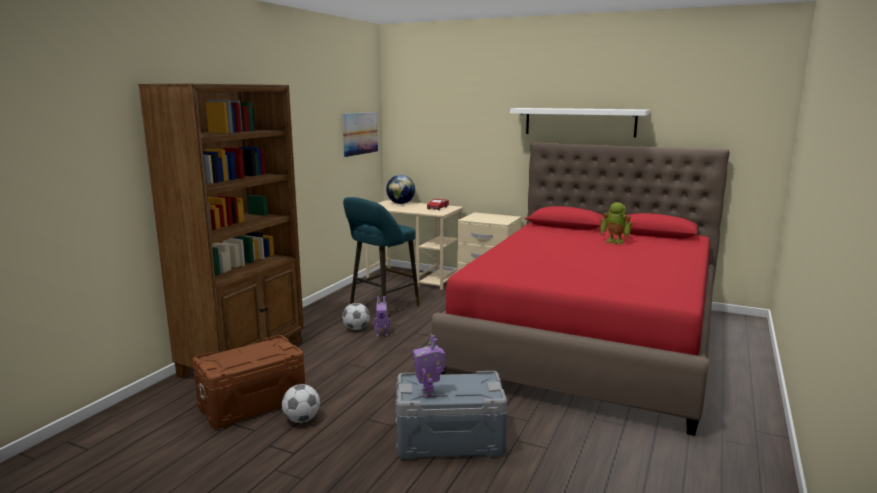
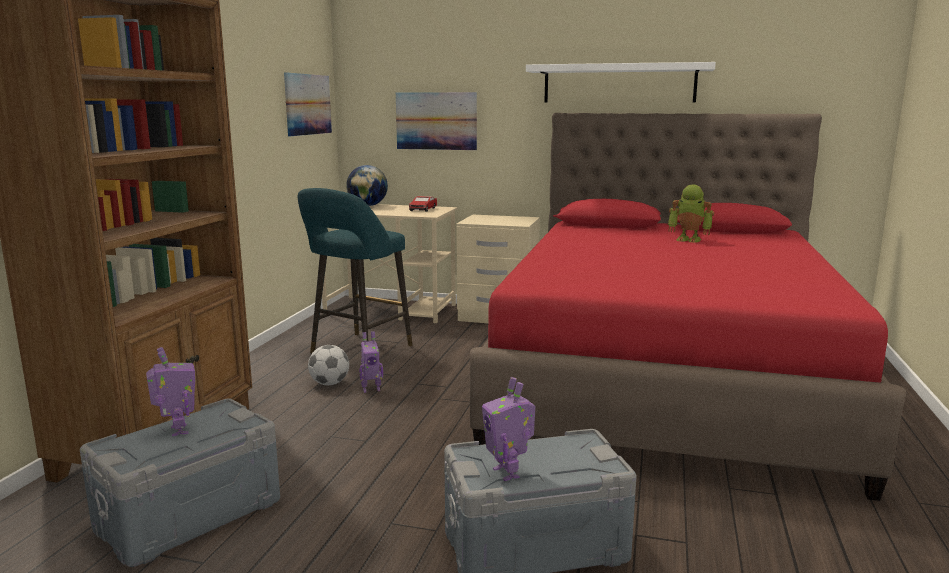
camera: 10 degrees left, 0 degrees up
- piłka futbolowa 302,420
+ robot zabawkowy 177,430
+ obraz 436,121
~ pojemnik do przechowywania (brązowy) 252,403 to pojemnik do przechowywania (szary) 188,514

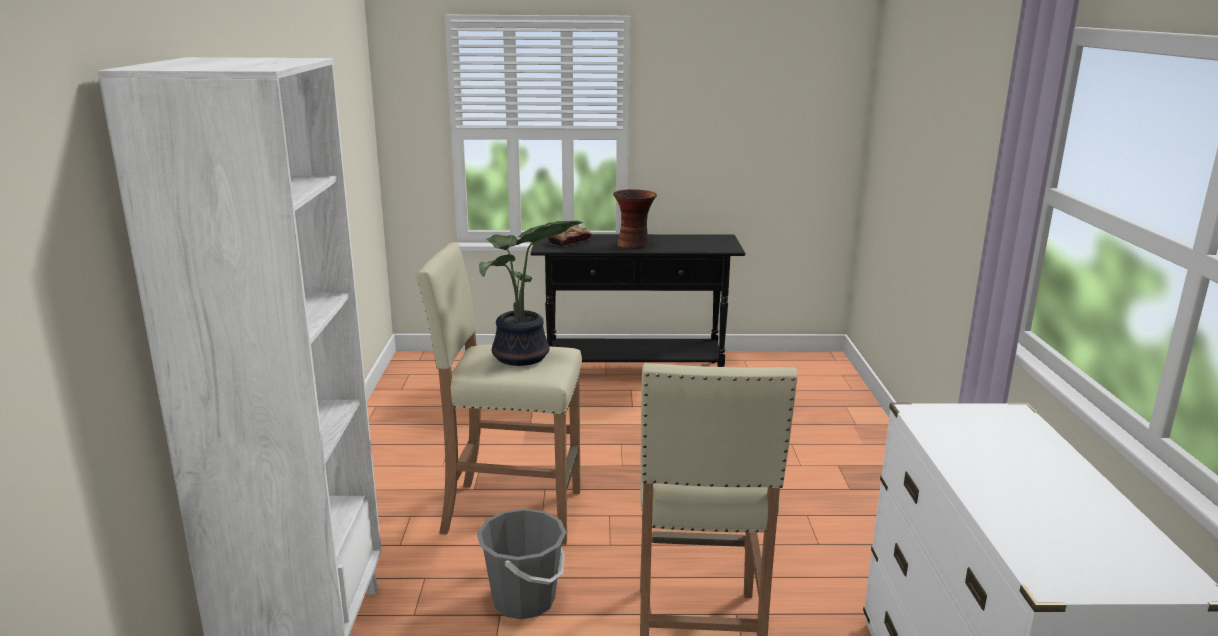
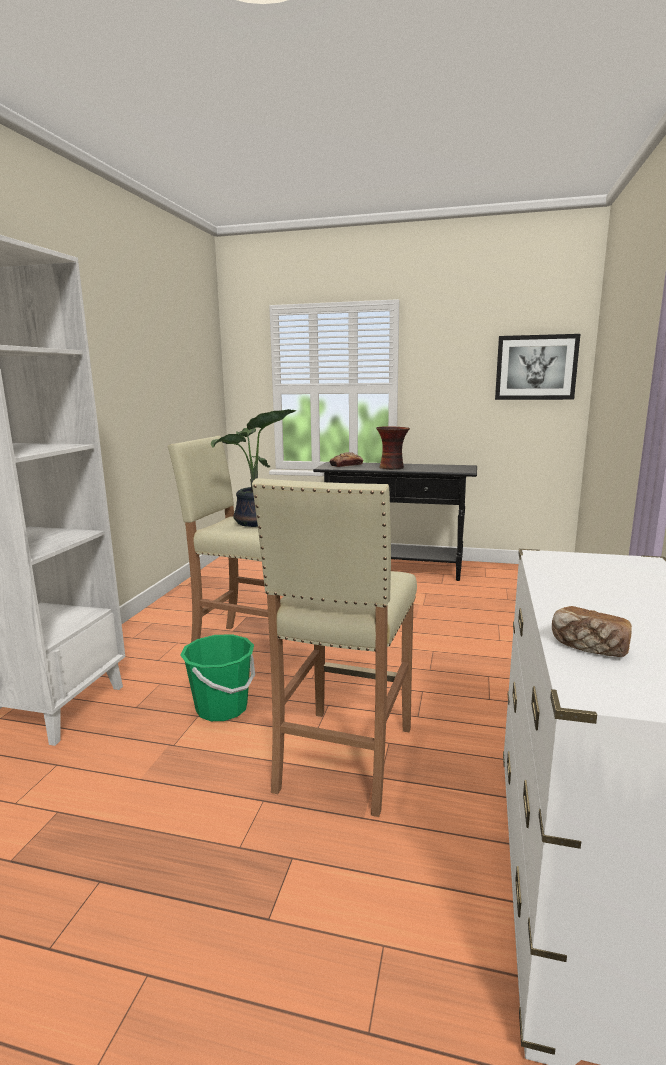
camera: 15 degrees right, 5 degrees down
+ obraz 536,367
+ chleb 589,648
~ wiadro (szary) 524,600 to wiadro (zielony) 222,708

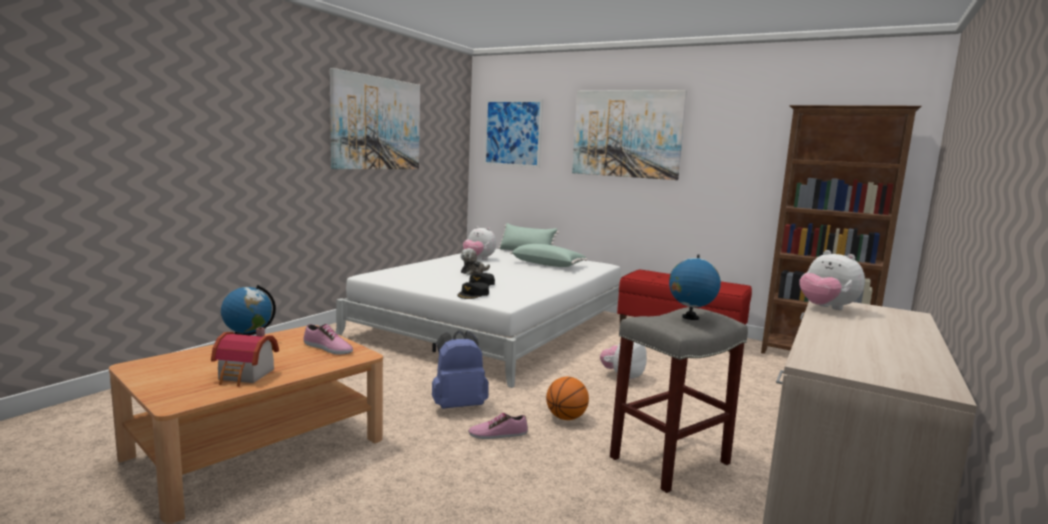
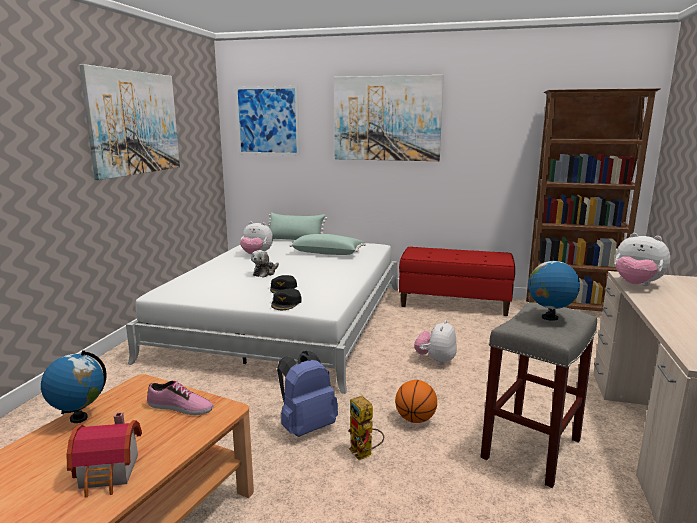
camera: 15 degrees left, 5 degrees up
~ but 498,434 to robot zabawkowy 365,454

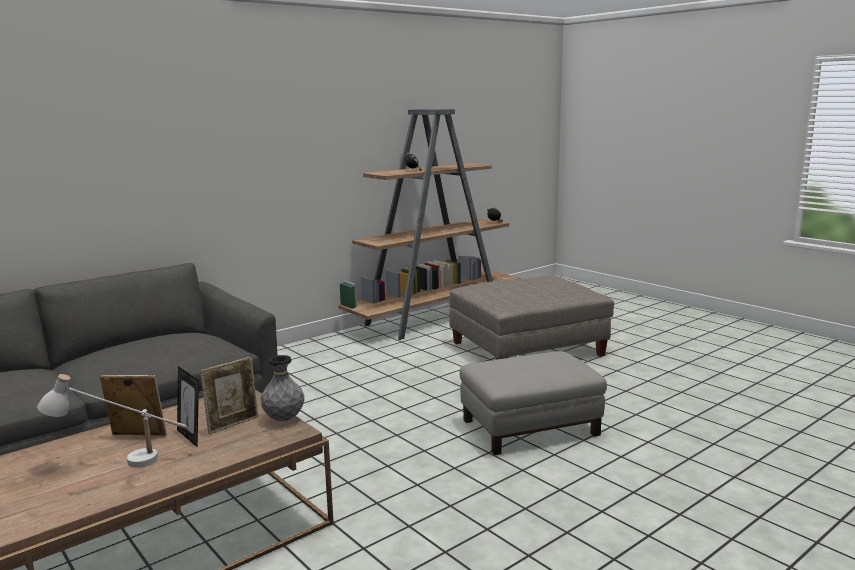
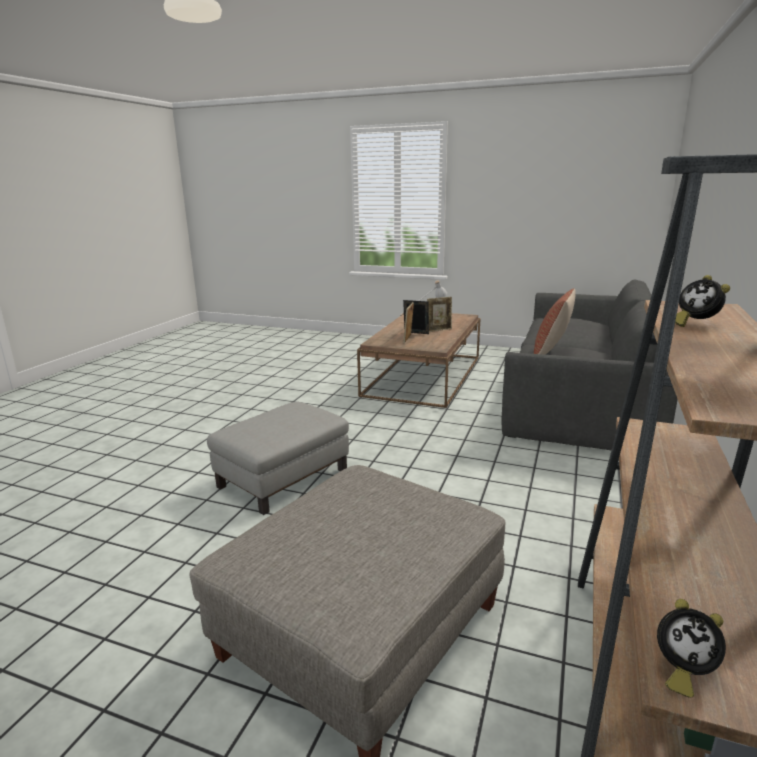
camera: 150 degrees right, 5 degrees up
- wazon (szary) 284,419
+ poduszka 551,353

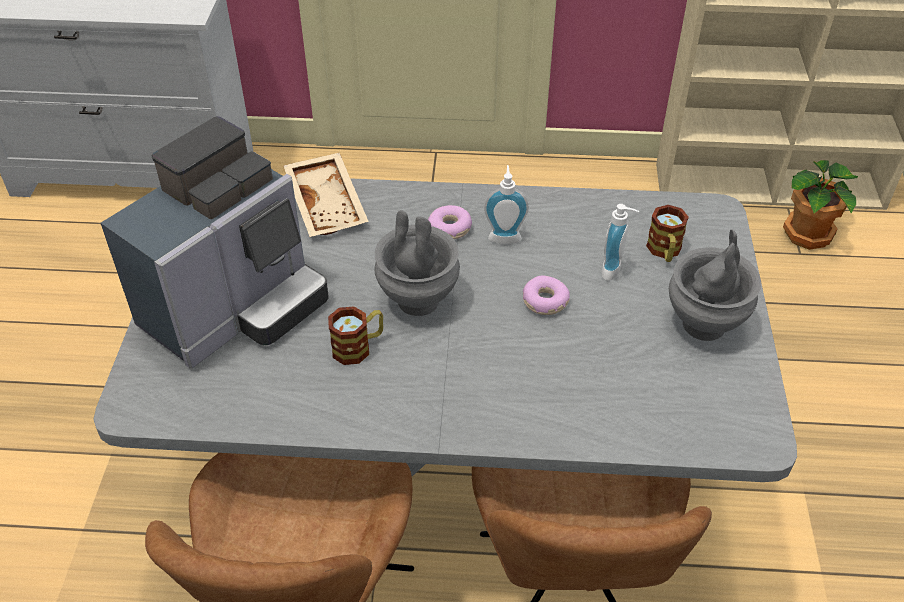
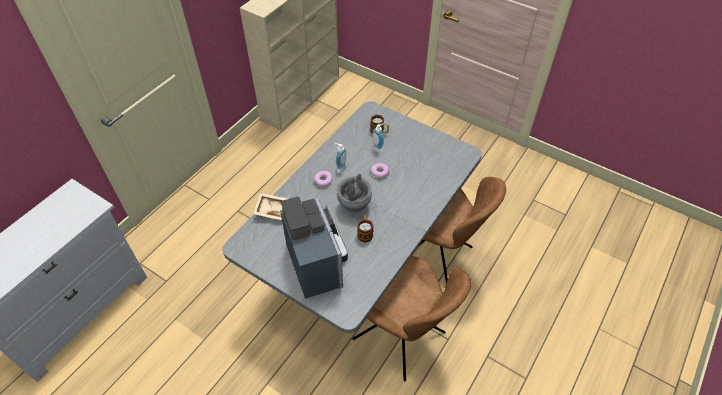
camera: 60 degrees left, 5 degrees up
- wazon (szary) 704,326
- roślina doniczkowa 809,235

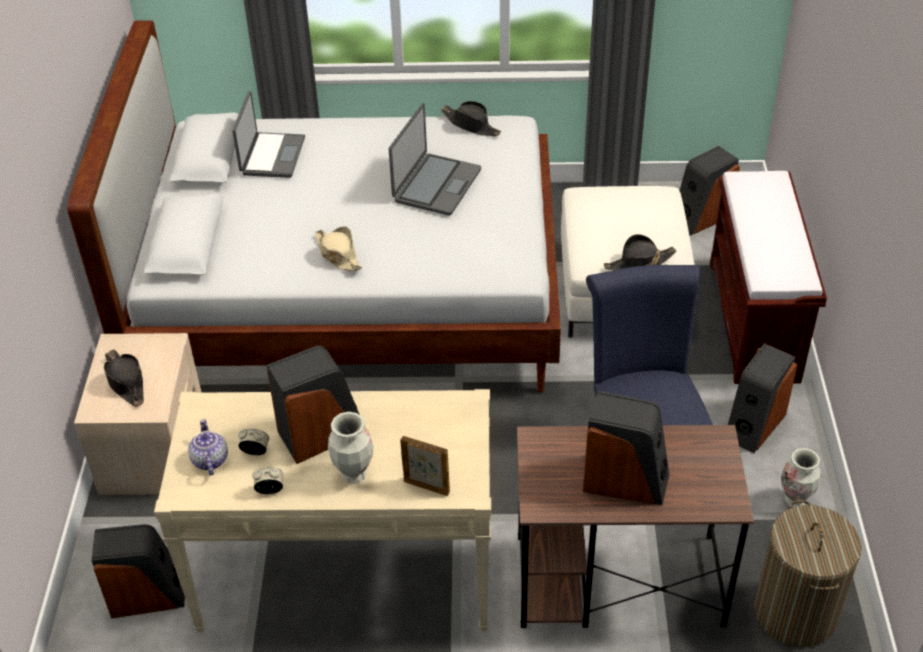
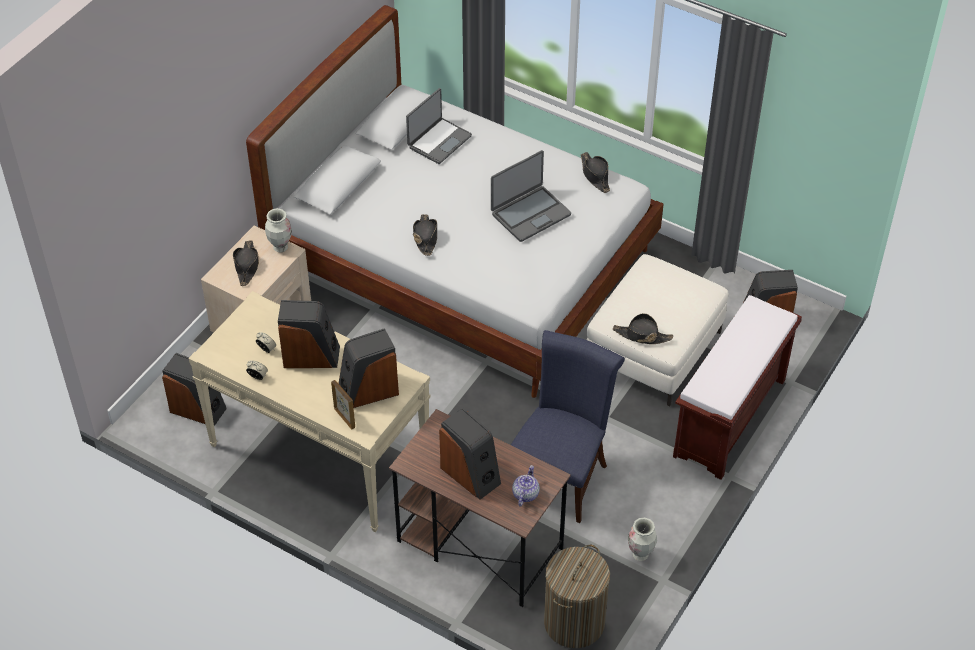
camera: 30 degrees right, 5 degrees up
~ imbryk 209,460 to 525,494
~ wazon 353,475 to 280,247
~ głośnik 754,425 to 368,391
~ kapelusz (beżowy) 337,254 to kapelusz (czarny) 425,237

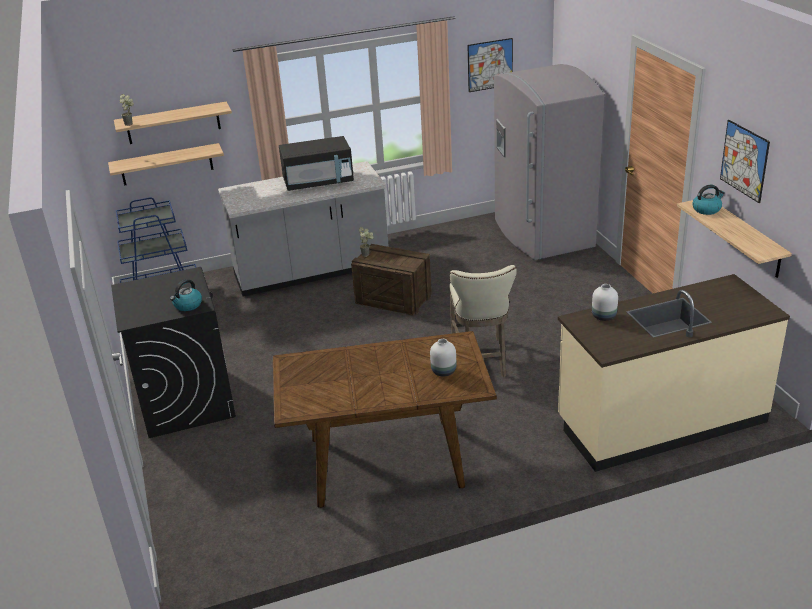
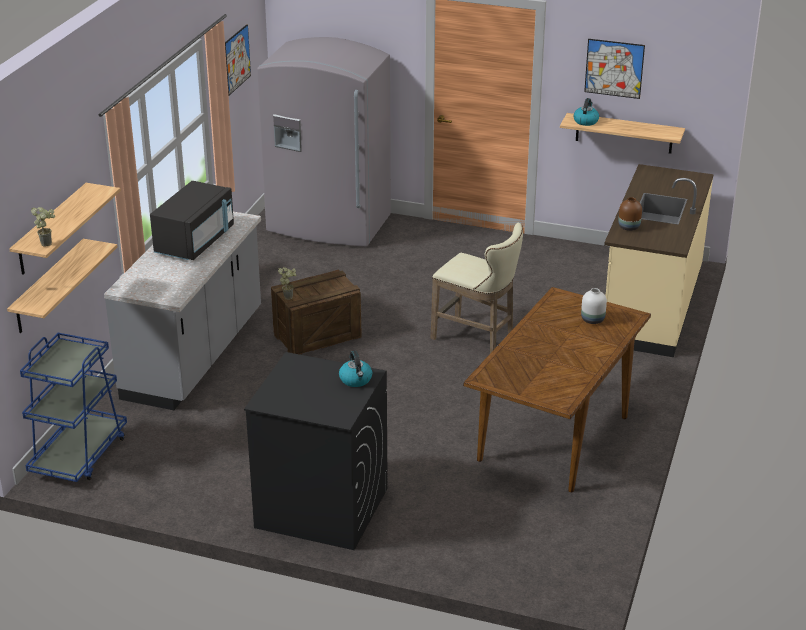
camera: 55 degrees left, 0 degrees up
~ wazon (biały) 604,316 to wazon (brązowy) 629,227

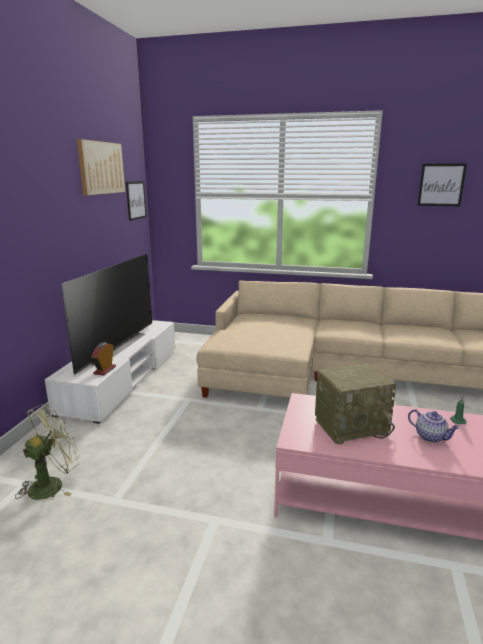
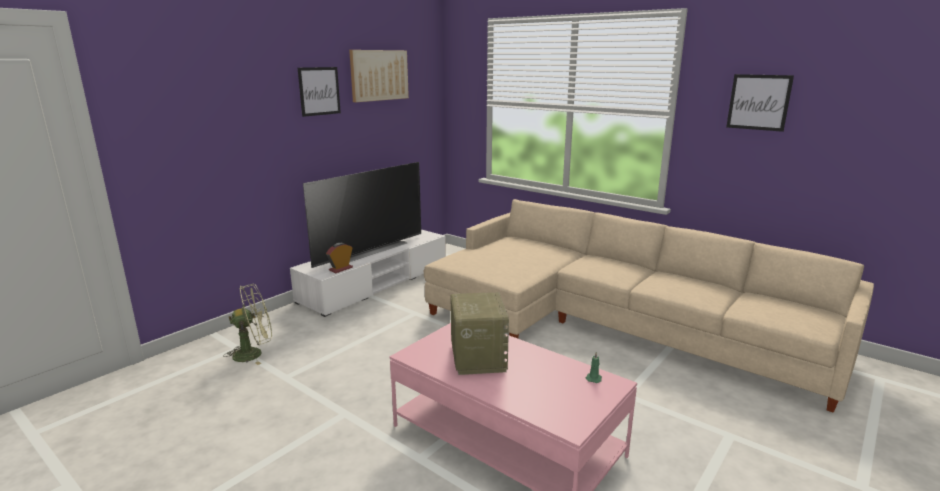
camera: 25 degrees right, 0 degrees up
- imbryk 431,437
~ obraz 136,200 to 319,91
~ radio 351,426 = 477,356 105 degrees counterclockwise

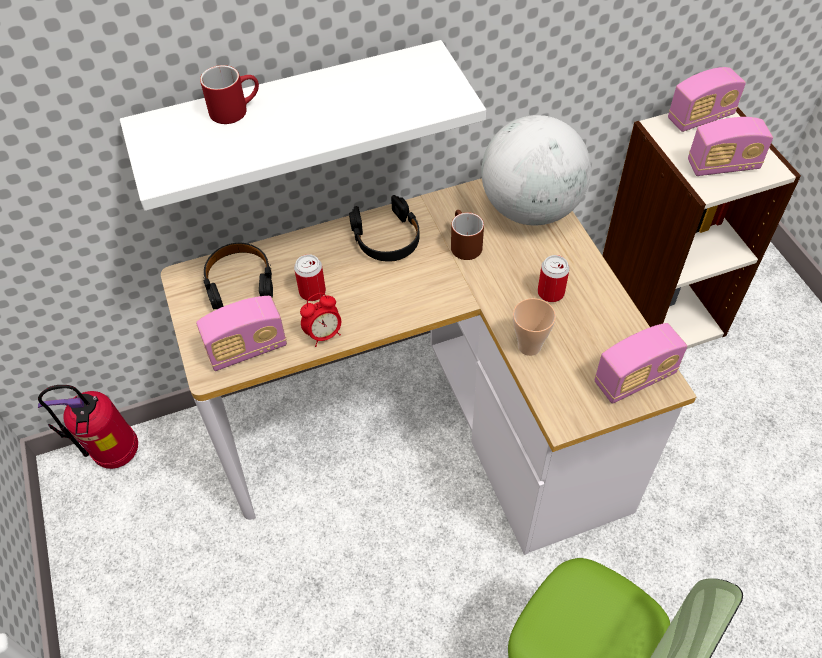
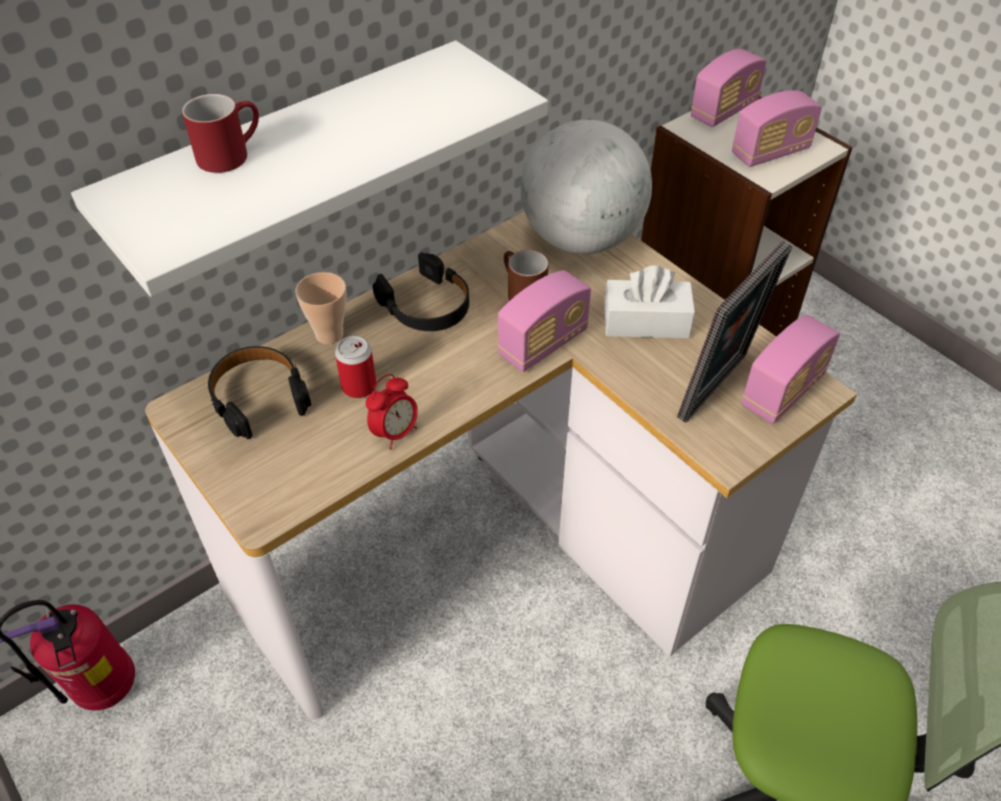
camera: 20 degrees left, 5 degrees down
+ ramka na zdjęcie 718,389
~ radio 247,349 to 543,344
~ filiżanka 529,346 to 329,334
~ puszka 550,292 to pudełko chusteczek (biały) 646,322

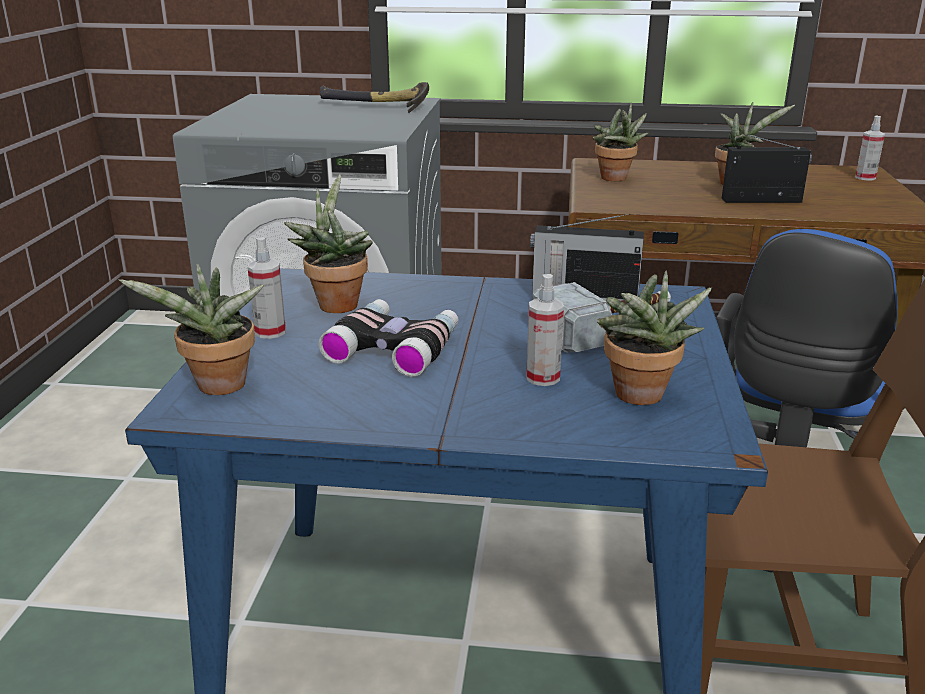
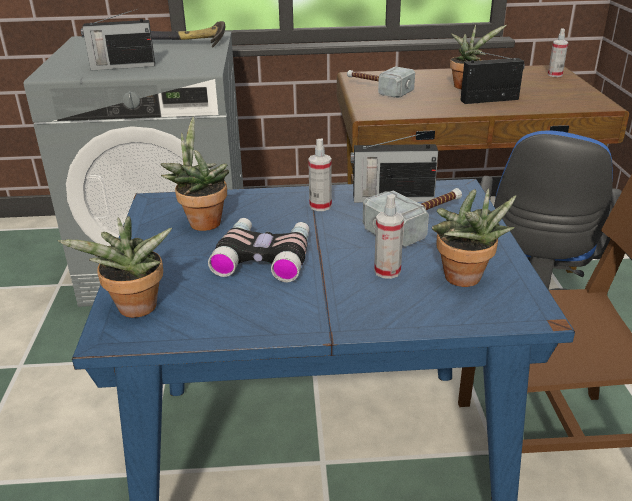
camera: 10 degrees left, 5 degrees up
+ radio 122,66
~ spryskiwacz 270,332 to 320,206
~ roślina doniczkowa 616,179 to młotek 377,89

